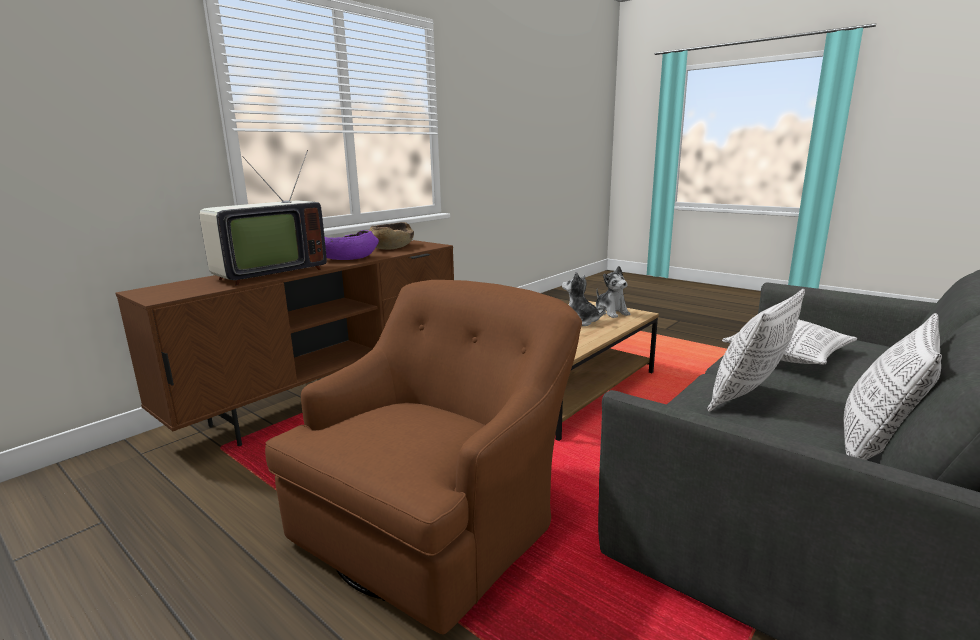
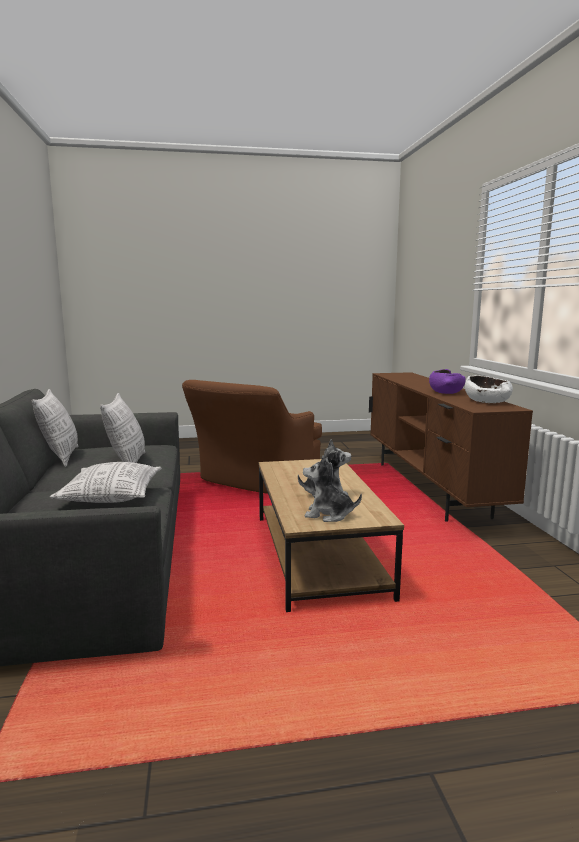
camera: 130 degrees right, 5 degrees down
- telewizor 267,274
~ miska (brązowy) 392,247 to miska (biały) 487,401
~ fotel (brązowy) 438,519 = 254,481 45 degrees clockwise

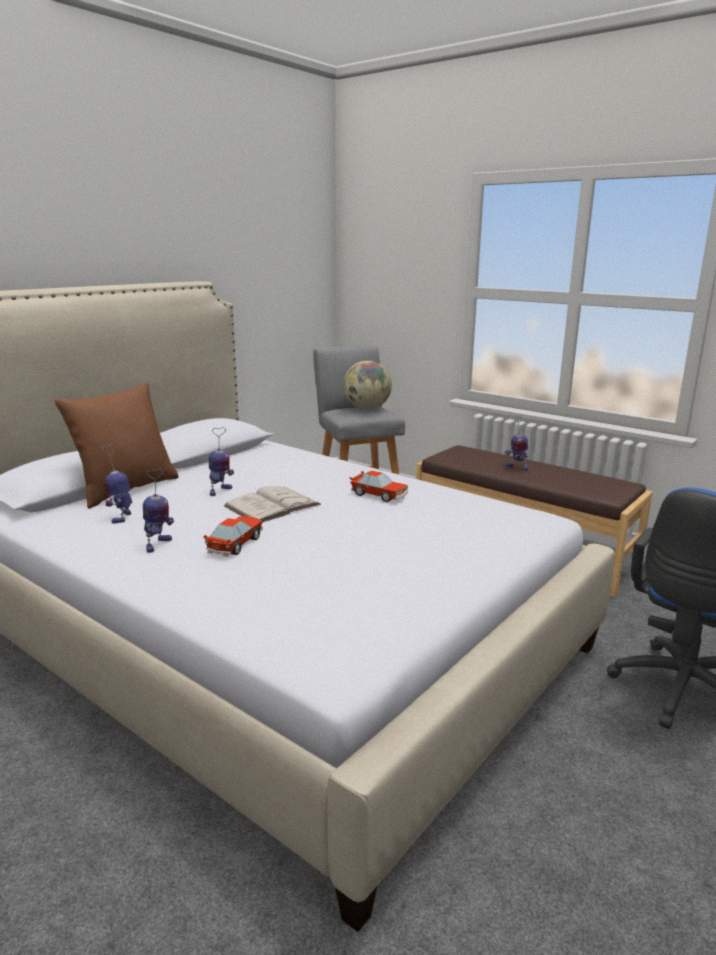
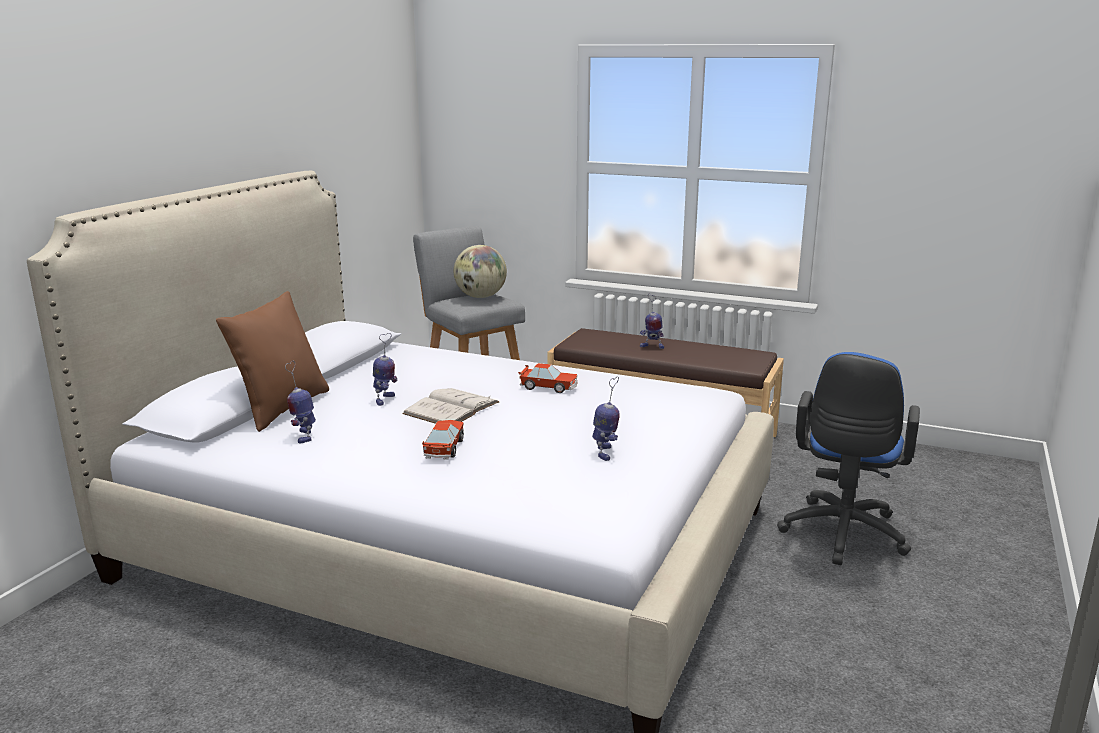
camera: 15 degrees left, 0 degrees up
~ robot zabawkowy 158,545 to 605,453

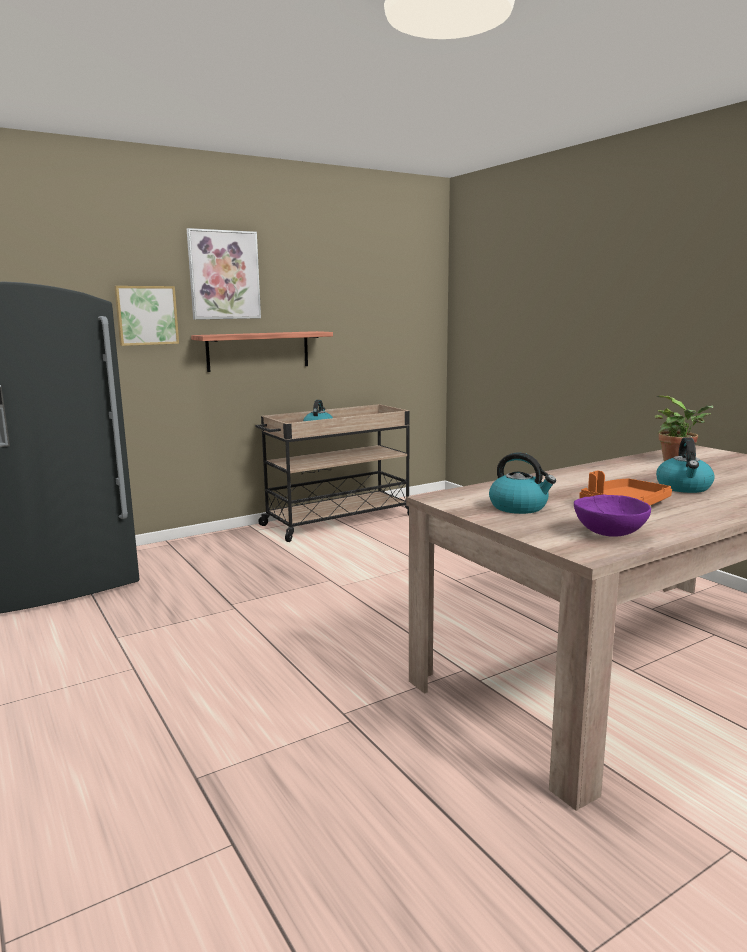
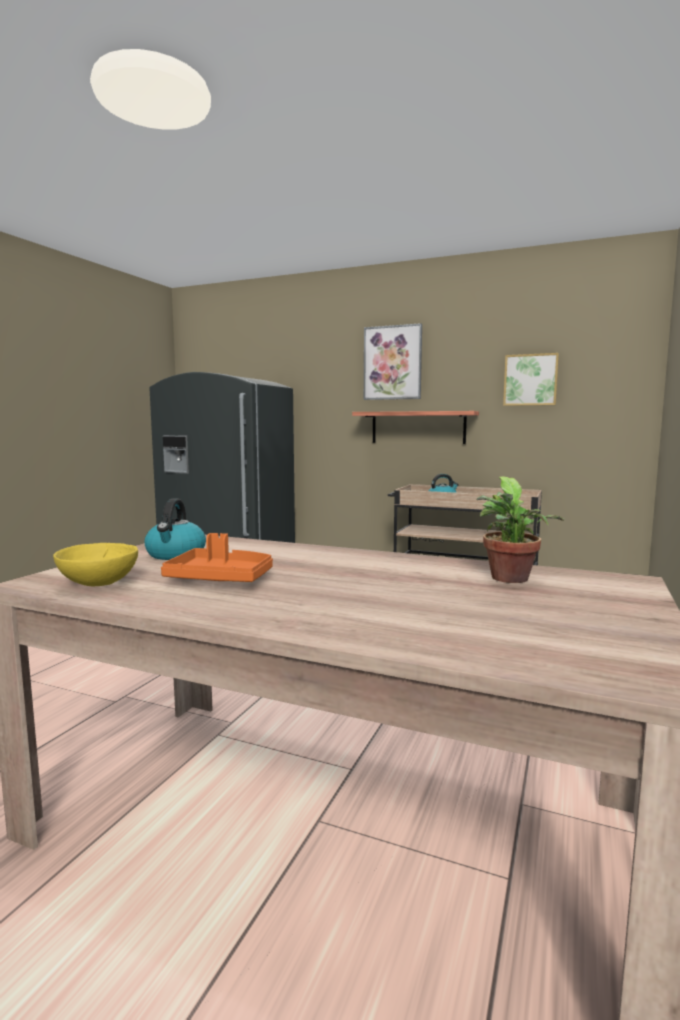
camera: 55 degrees right, 5 degrees down
- czajnik 684,487
~ obraz 146,315 to 530,380
~ miska (fioletowy) 609,534 to miska (żółty) 98,583

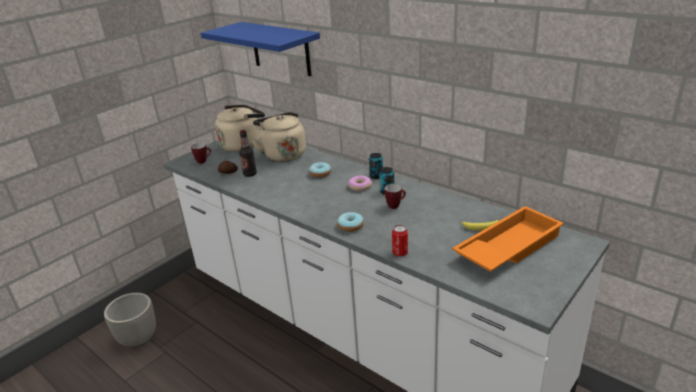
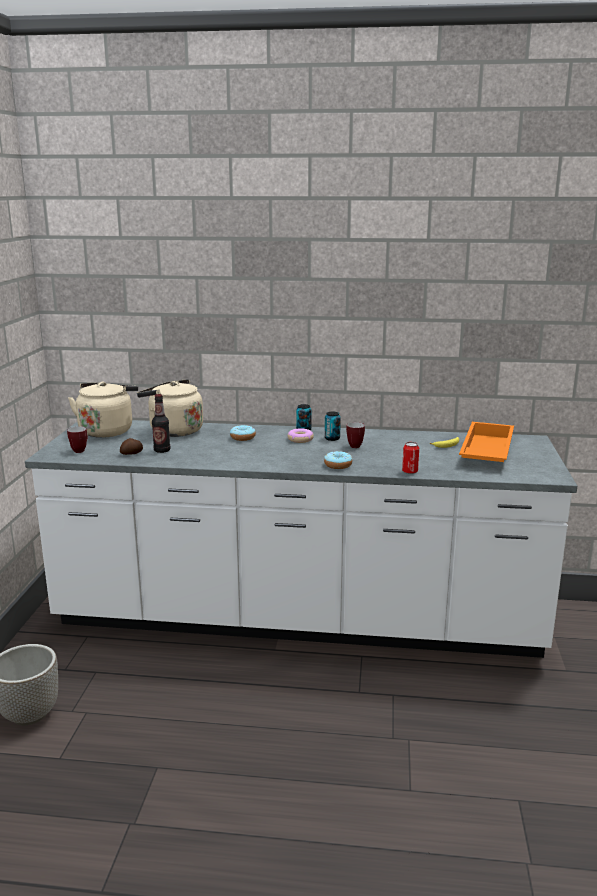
camera: 35 degrees left, 10 degrees down
- półka (niebieski) 280,49

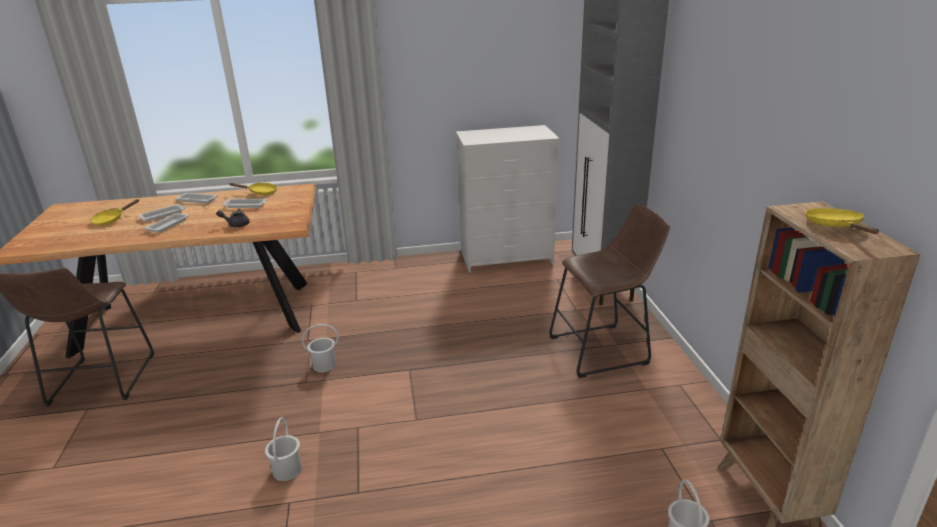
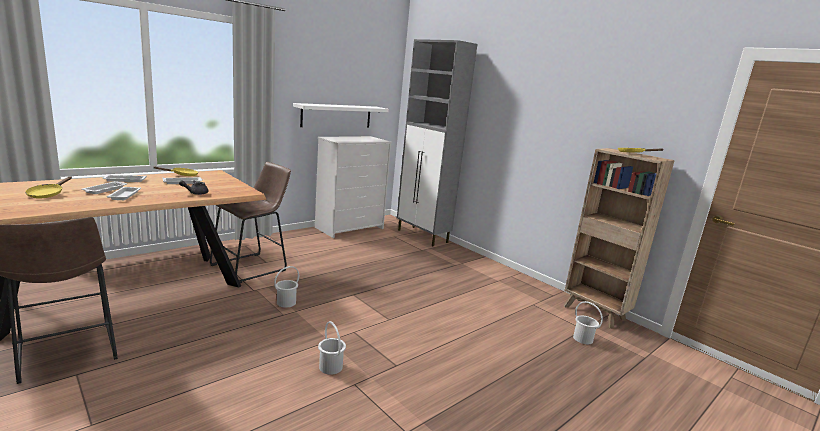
camera: 35 degrees left, 10 degrees down
+ półka (biały) 337,116
~ stołek (brązowy) 604,349 to 253,267

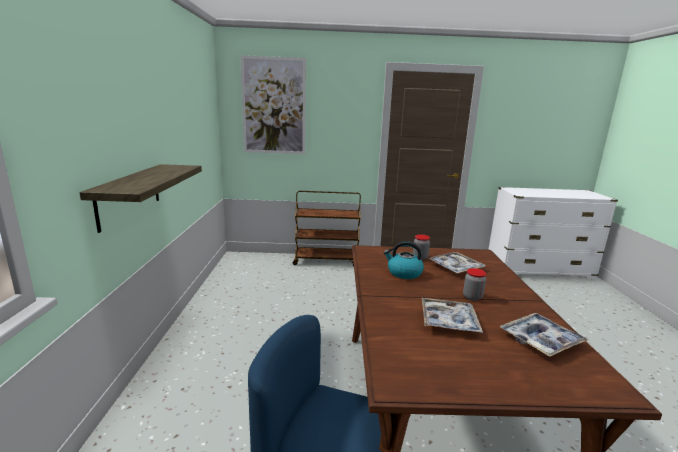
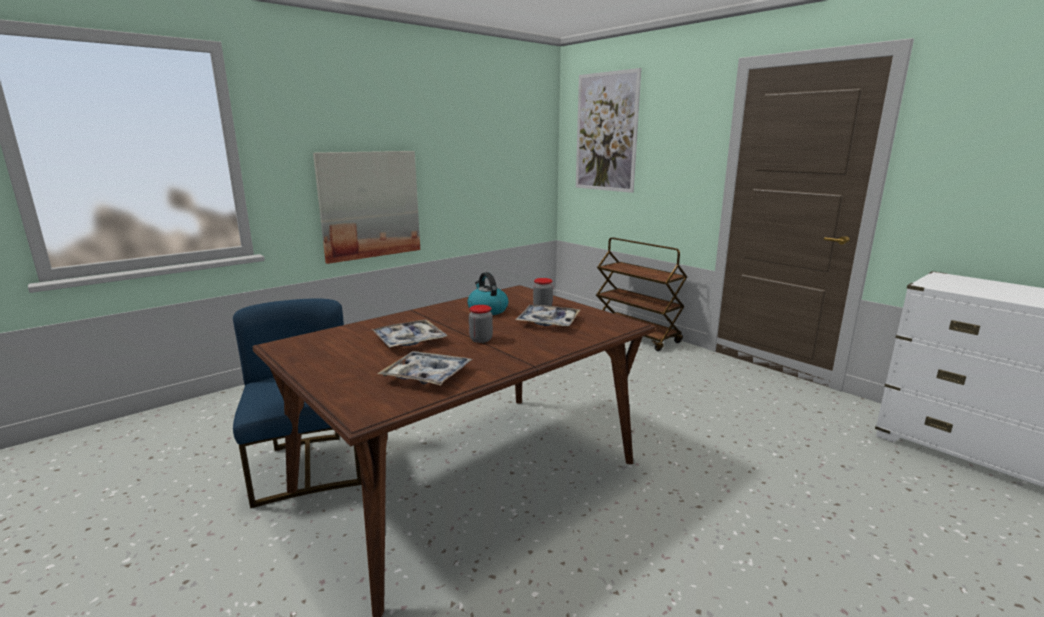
camera: 50 degrees right, 0 degrees up
~ półka 129,195 to obraz 369,205

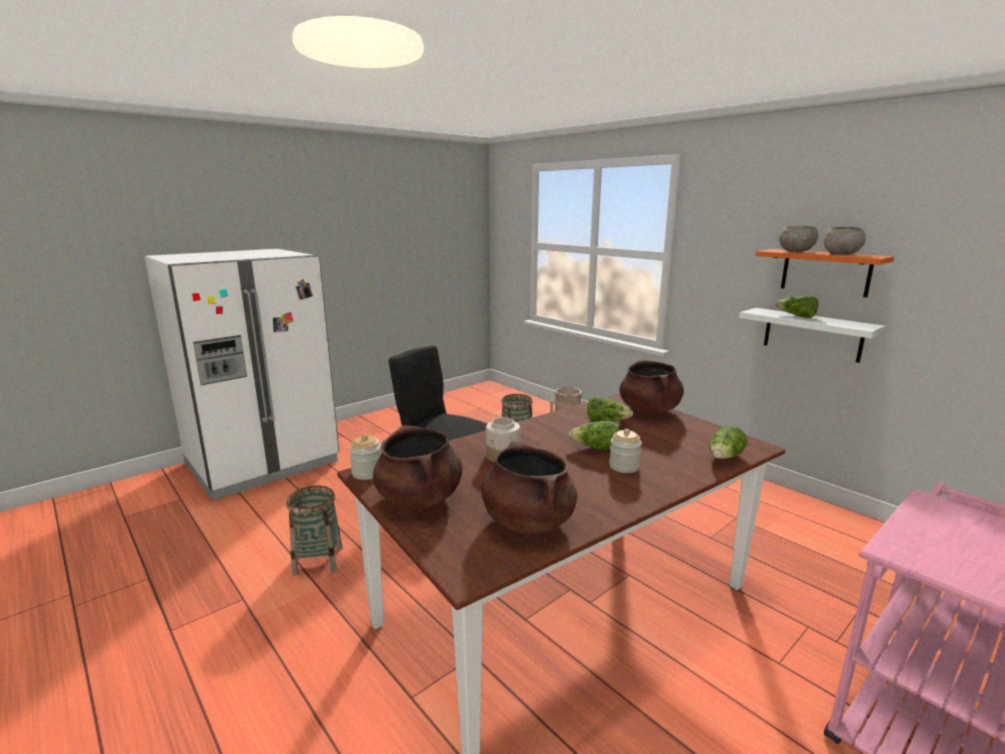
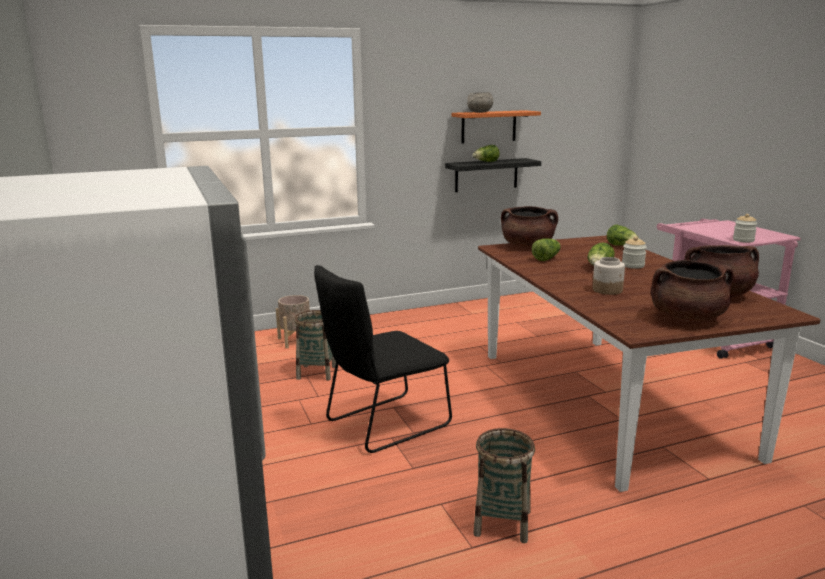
camera: 70 degrees left, 0 degrees up
- miska (szary) 842,254
~ słoik 367,473 to 743,240
~ półka (biały) 812,334 to półka (czarny) 486,175

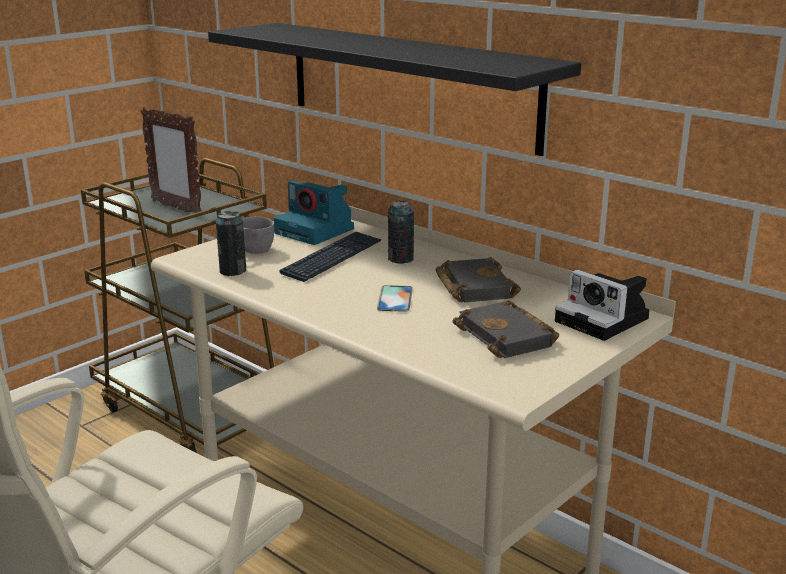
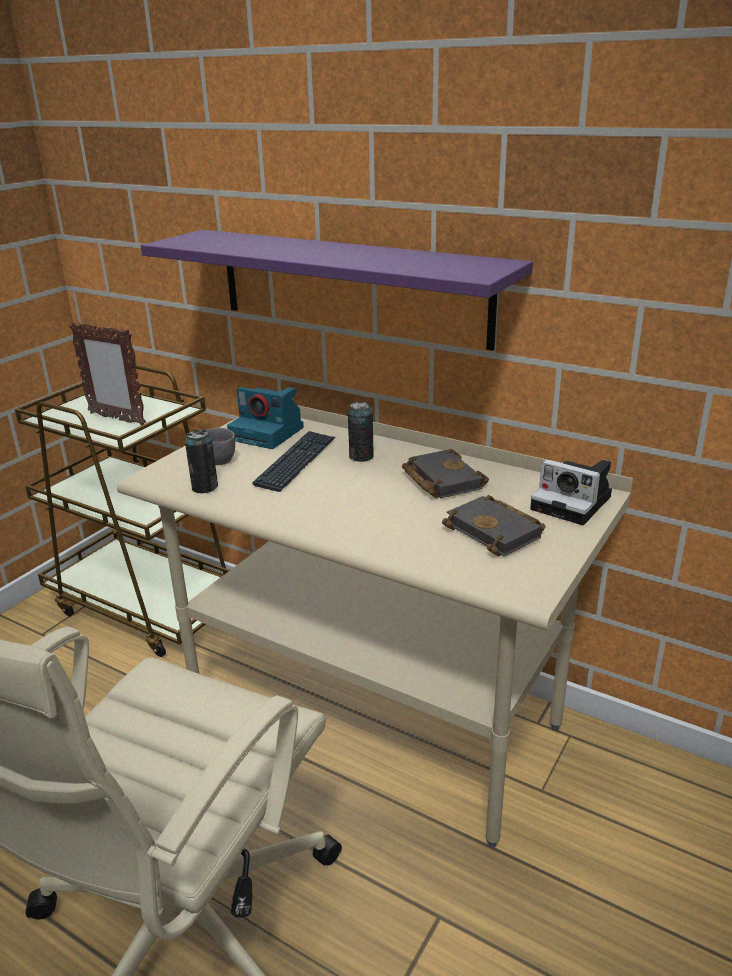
camera: 10 degrees left, 5 degrees up
- telefon 395,299
~ półka (czarny) 409,84 to półka (fioletowy) 350,286

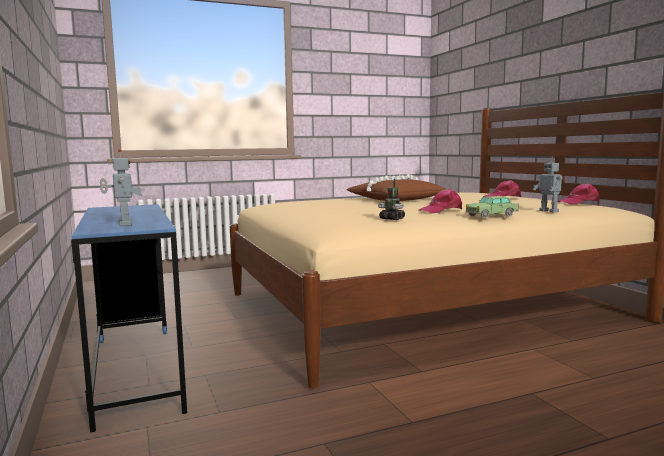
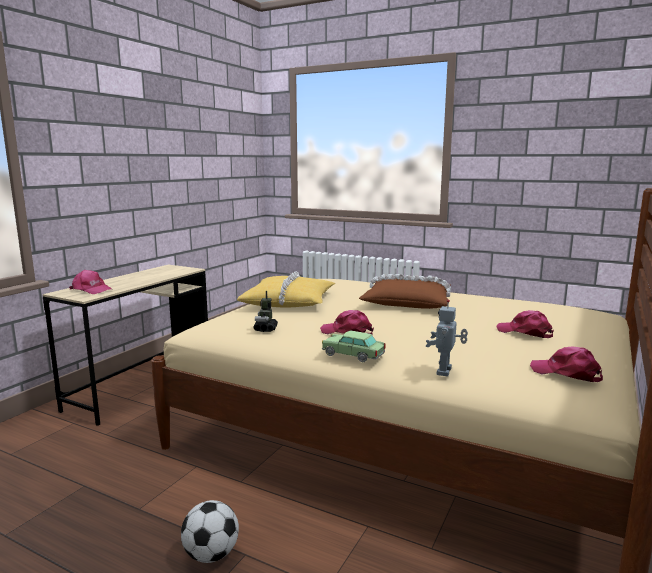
camera: 50 degrees right, 5 degrees up
+ piłka futbolowa 211,554
+ poduszka (żółty) 289,301
~ robot zabawkowy 123,224 to czapka z daszkiem (różowy) 91,290
~ biurko (niebieski) 136,372 to biurko (beżowy) 142,387

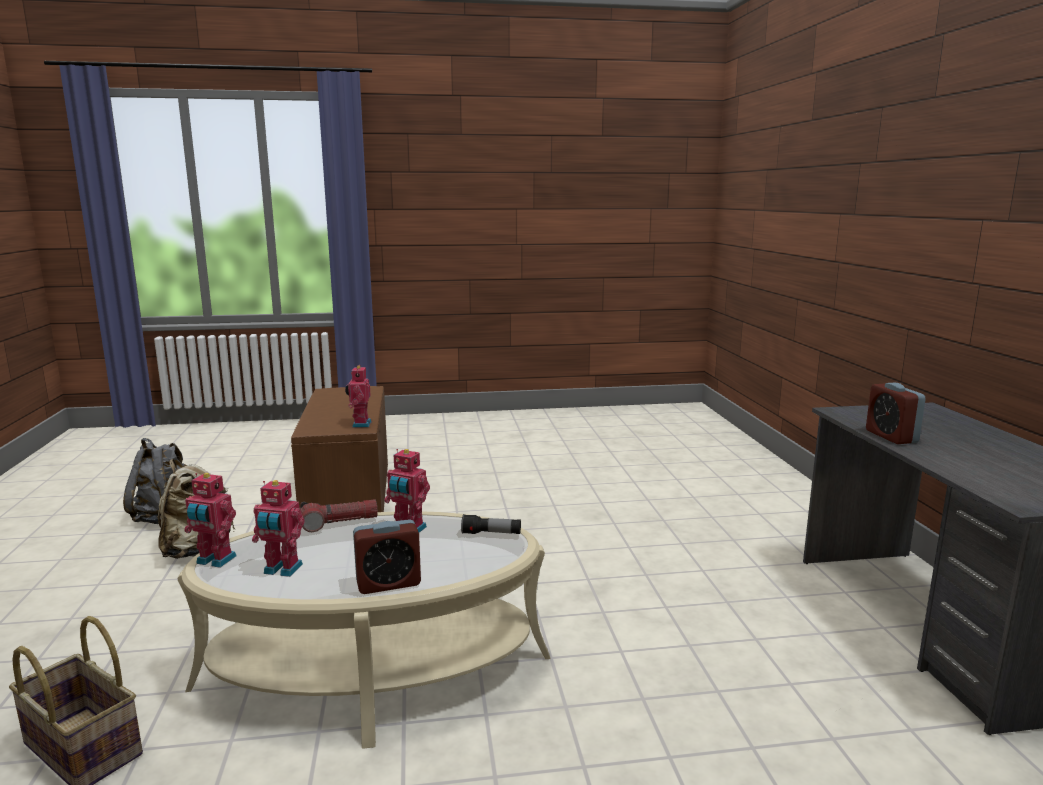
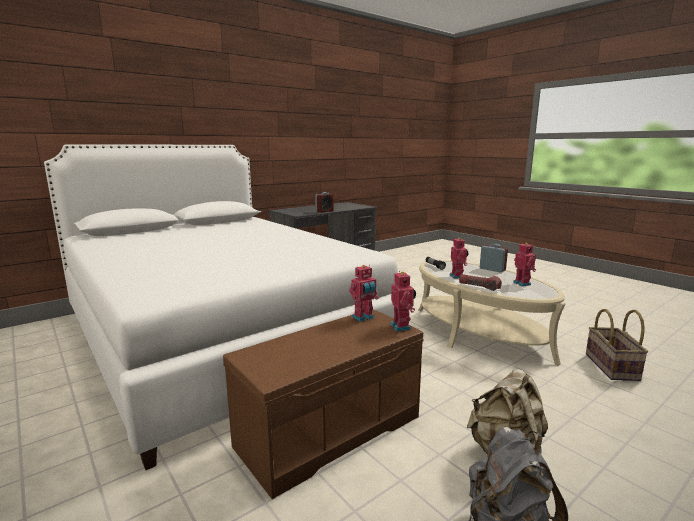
camera: 120 degrees left, 0 degrees up
+ łóżko (biały) 220,335
~ robot zabawkowy 214,561 to 402,326

